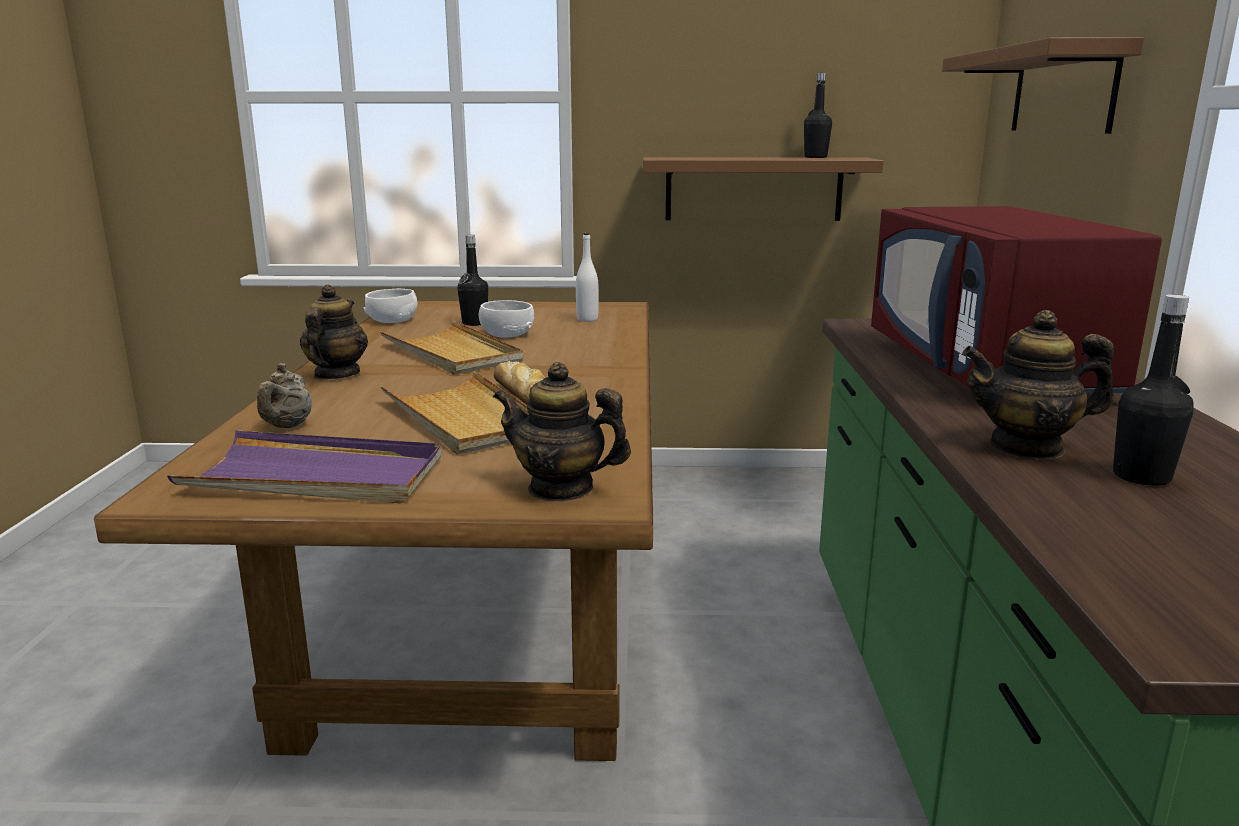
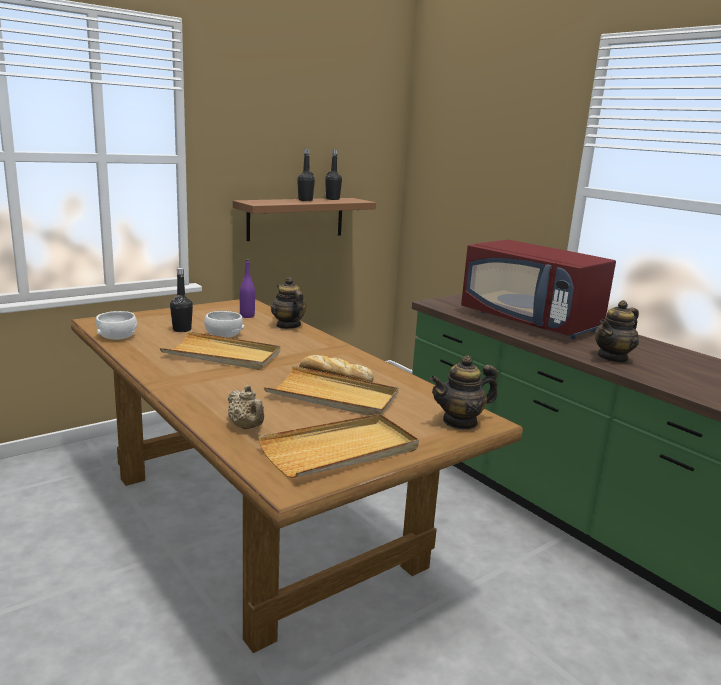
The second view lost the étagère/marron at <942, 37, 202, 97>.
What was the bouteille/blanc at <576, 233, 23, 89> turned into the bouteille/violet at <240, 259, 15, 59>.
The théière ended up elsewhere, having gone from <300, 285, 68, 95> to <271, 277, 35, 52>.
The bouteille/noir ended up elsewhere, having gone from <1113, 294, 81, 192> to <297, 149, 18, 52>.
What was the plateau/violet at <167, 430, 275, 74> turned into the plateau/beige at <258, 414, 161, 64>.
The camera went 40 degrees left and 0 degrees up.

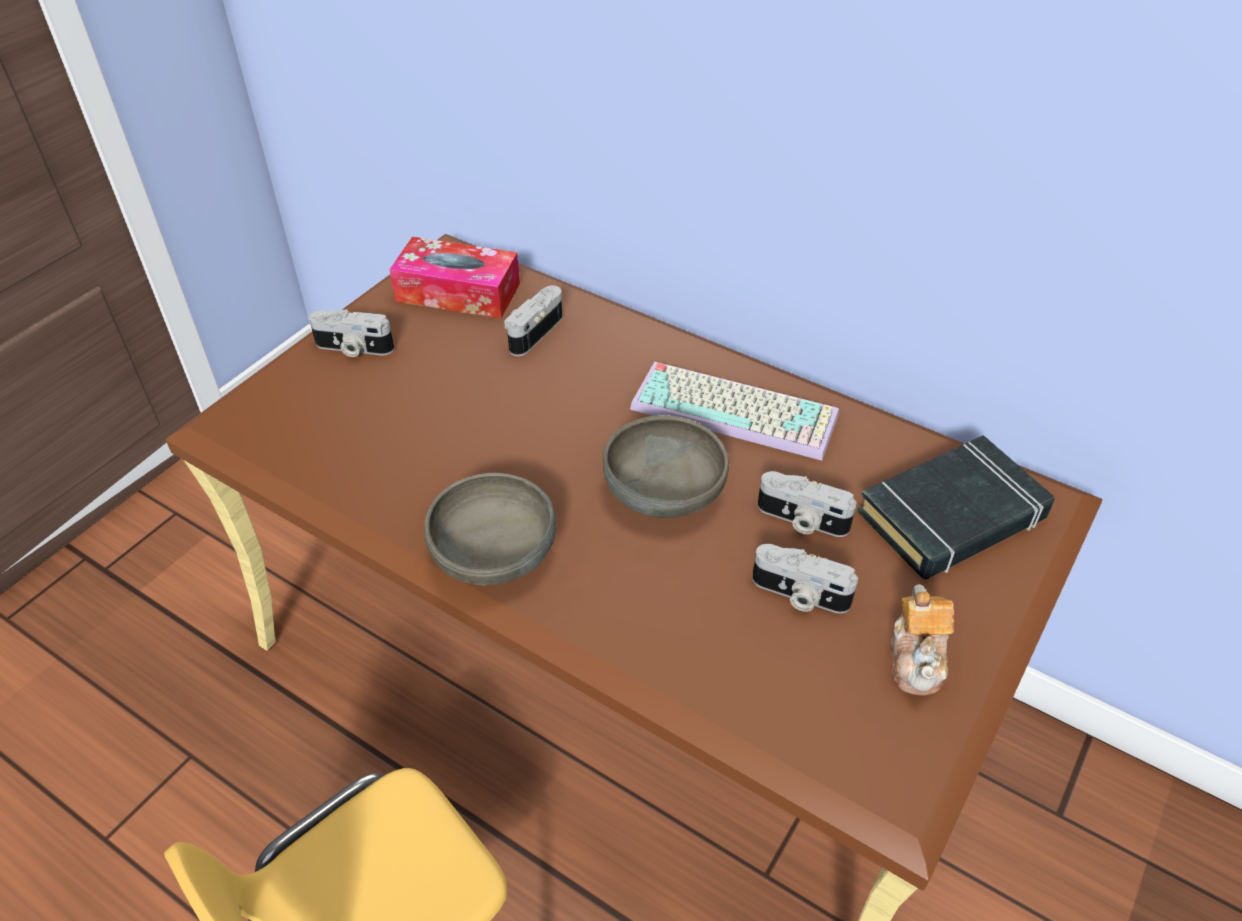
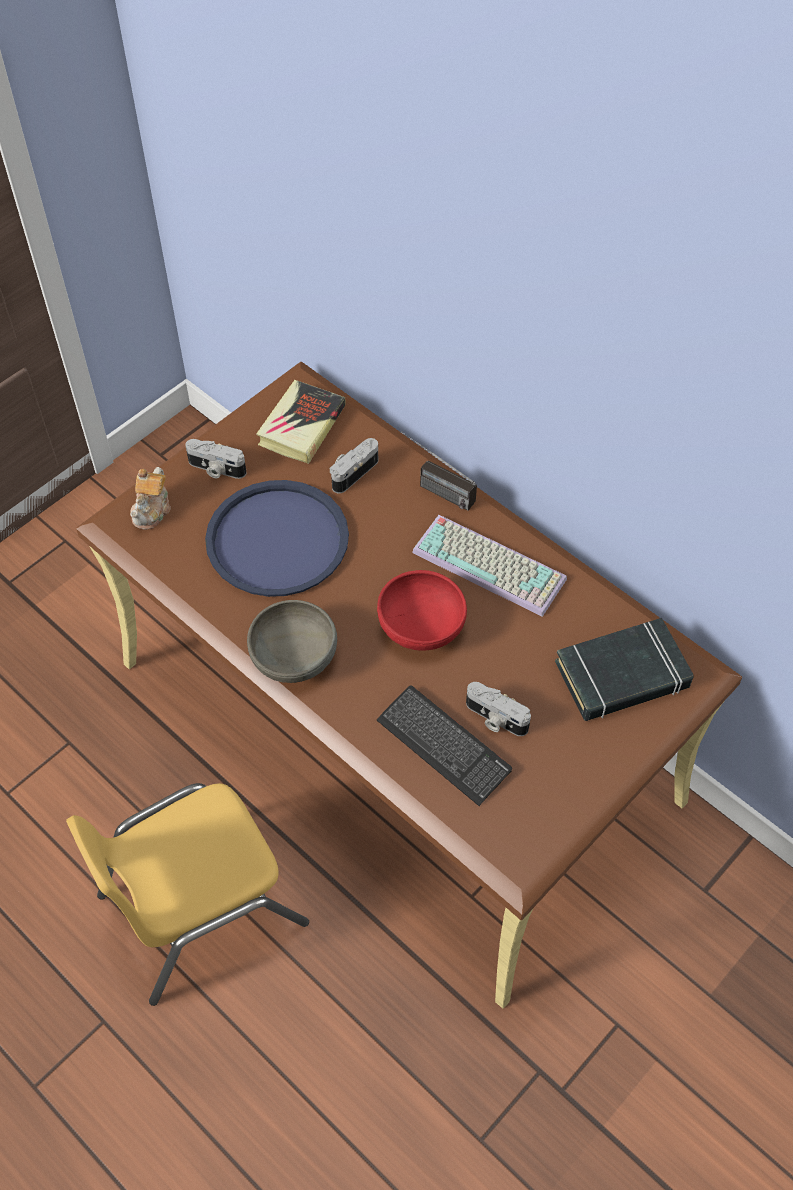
Where the boîte à mouchoirs stood at <389, 237, 131, 82>, the livre came to stand at <256, 380, 89, 84>.
What was the bol/gris at <603, 415, 126, 103> turned into the bol/rouge at <377, 570, 90, 81>.
The second view lost the appareil photo at <758, 471, 99, 66>.
The théière ended up elsewhere, having gone from <891, 584, 63, 112> to <130, 467, 41, 63>.
The second view gained the radio at <401, 431, 76, 80>.
The second view gained the plateau/bleu at <205, 480, 144, 117>.
The second view gained the clavier at <377, 685, 135, 121>.
The camera went 10 degrees right and 10 degrees up.

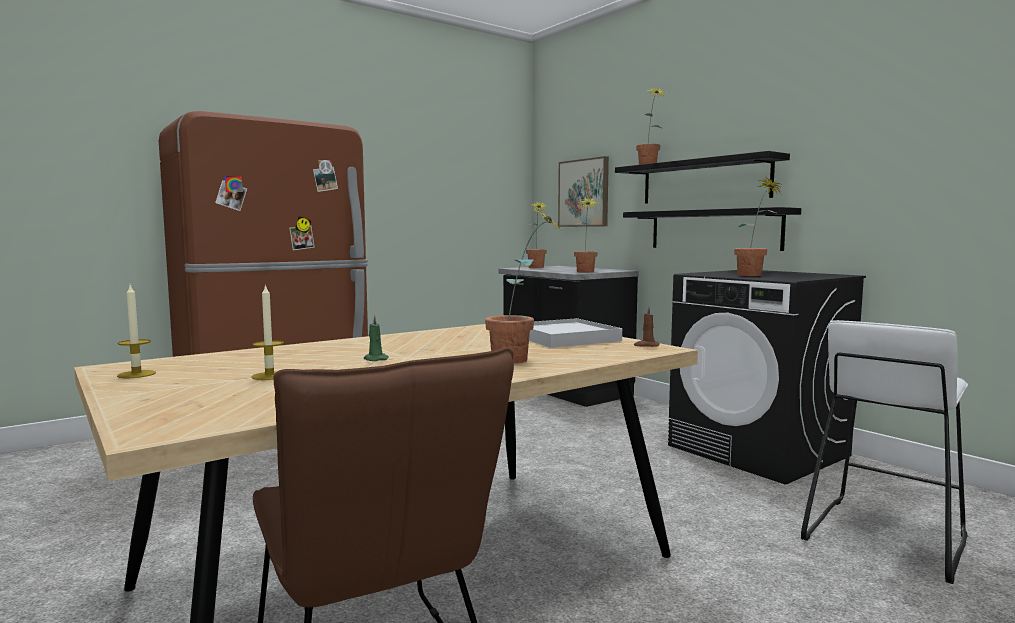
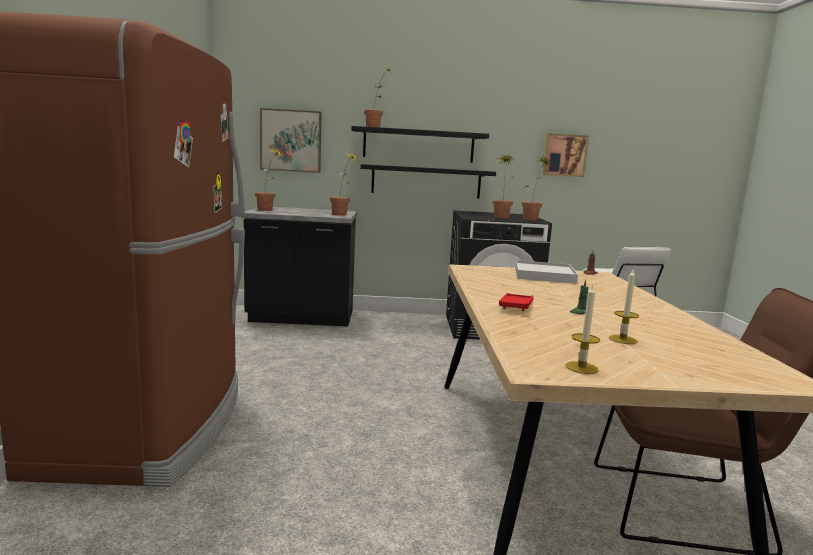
The plante en pot ended up elsewhere, having gone from <485, 205, 75, 159> to <522, 156, 29, 65>.
The second view gained the tableau at <543, 133, 46, 44>.
The second view gained the plateau/rouge at <499, 293, 34, 18>.
The camera went 55 degrees left and 5 degrees up.

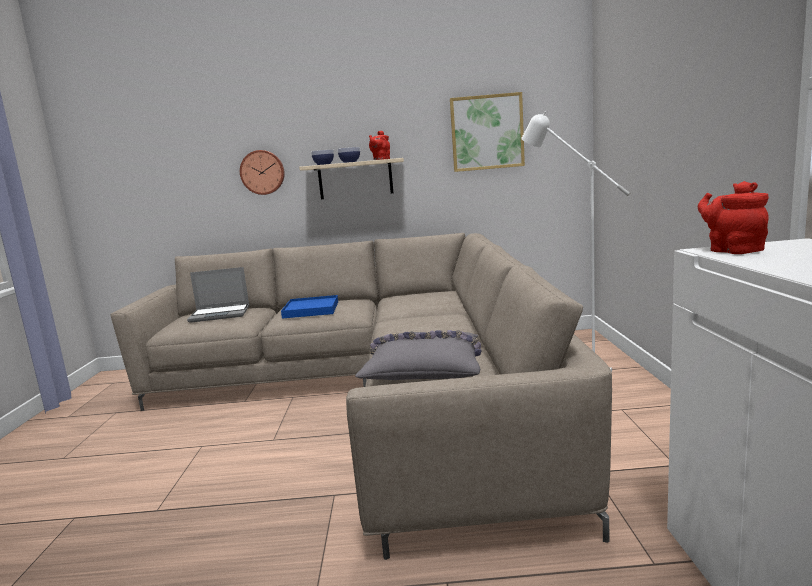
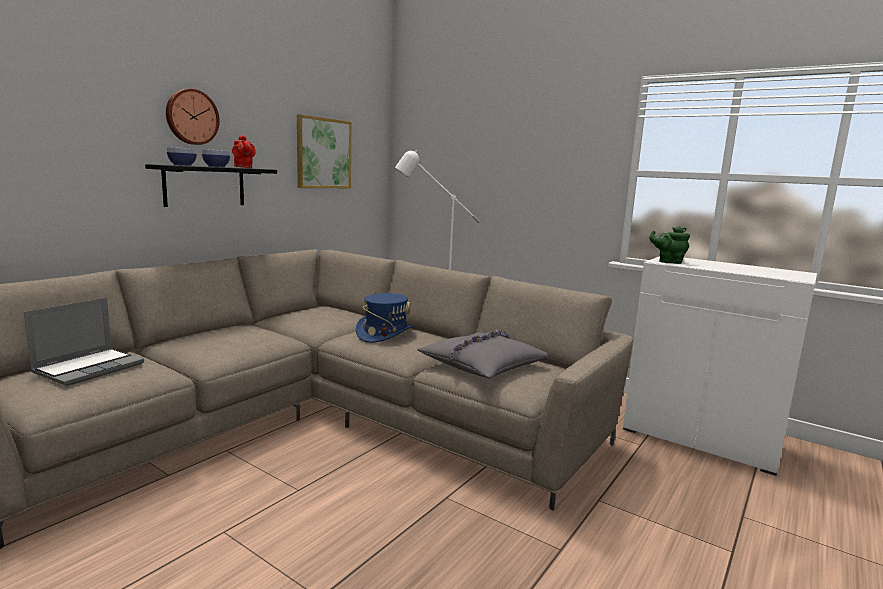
The horloge murale ended up elsewhere, having gone from <240, 150, 45, 45> to <166, 89, 54, 56>.
What was the étagère/beige at <299, 158, 105, 41> turned into the étagère/noir at <145, 164, 132, 43>.
What was the théière/rouge at <698, 181, 71, 73> turned into the théière/vert at <649, 227, 41, 37>.
The second view lost the plateau/bleu at <281, 295, 57, 24>.
The second view gained the chapeau/bleu at <356, 293, 59, 50>.
The camera went 55 degrees left and 0 degrees up.

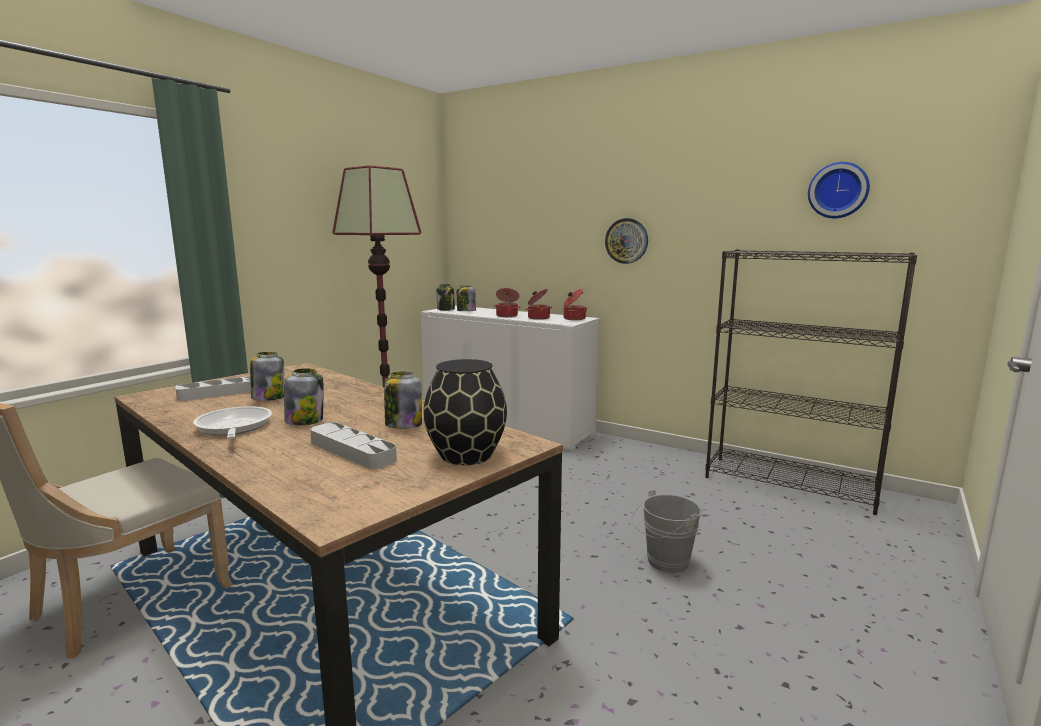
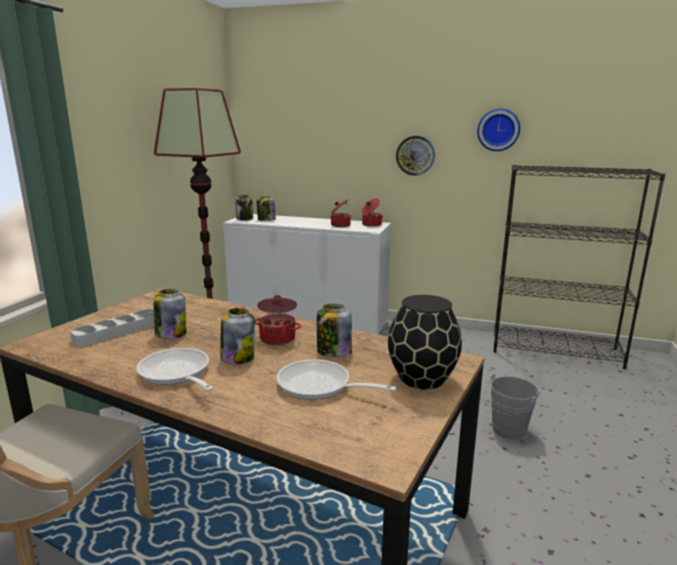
The horloge murale ended up elsewhere, having gone from <808, 162, 62, 56> to <477, 108, 43, 43>.
The marmite ended up elsewhere, having gone from <494, 288, 27, 29> to <255, 295, 46, 50>.
Where the plateau/gris stood at <310, 422, 87, 47>, the poêle came to stand at <276, 359, 121, 41>.
The camera went 15 degrees left and 5 degrees up.

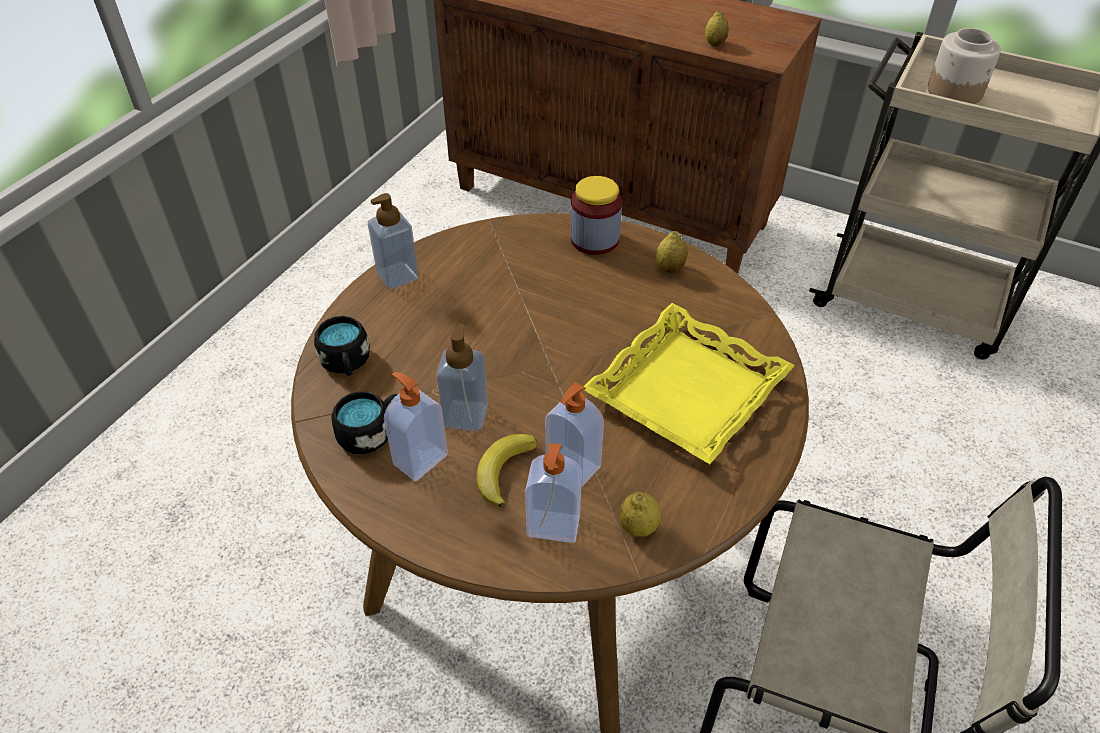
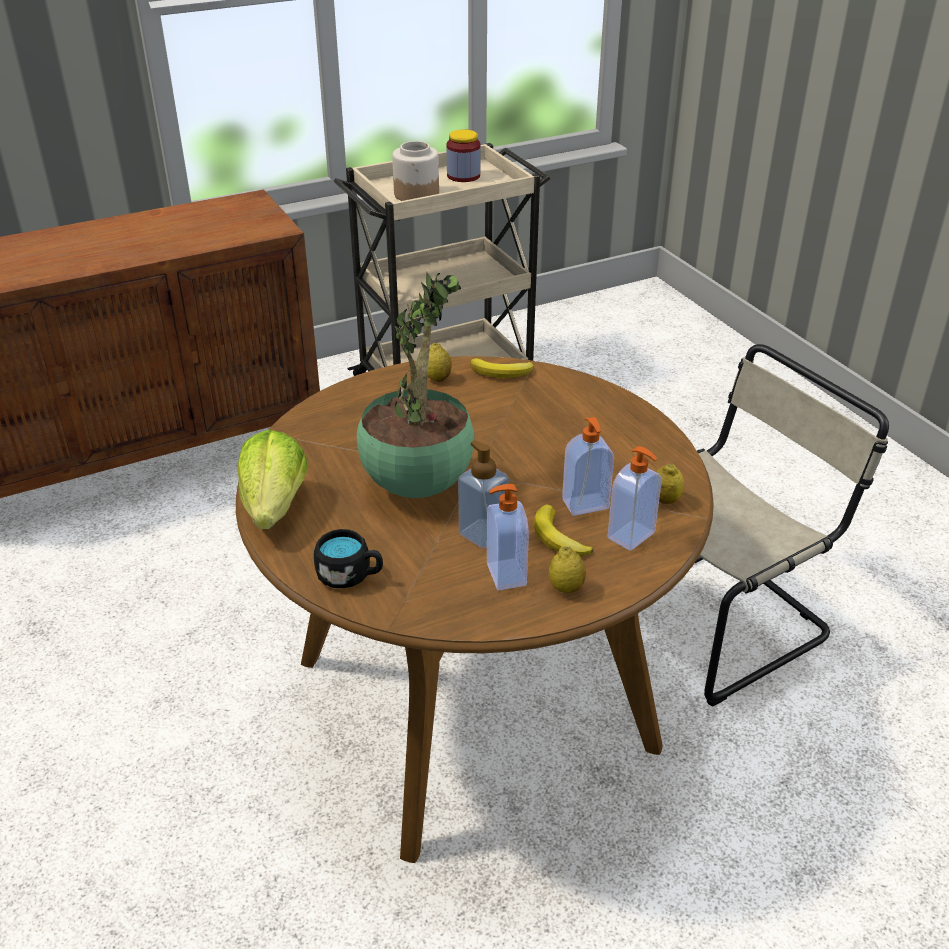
The citron ended up elsewhere, having gone from <705, 11, 24, 36> to <549, 546, 37, 47>.
The bocal ended up elsewhere, having gone from <570, 176, 52, 79> to <446, 130, 35, 52>.
Where the distributeur de savon stood at <368, 193, 51, 96>, the laitue came to stand at <238, 430, 69, 99>.
The second view lost the plateau/jaune at <584, 303, 211, 161>.
The second view lost the mug/noir at <331, 391, 67, 63>.
The second view gained the plante en pot at <357, 273, 118, 225>.
The second view gained the banane at <470, 358, 63, 20>.
The camera went 55 degrees left and 10 degrees down.

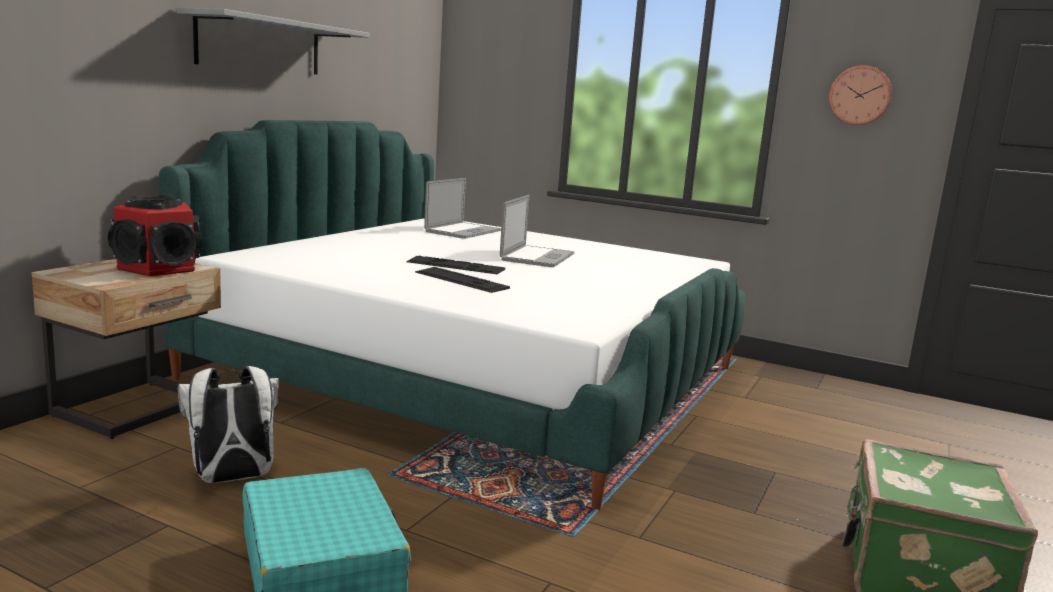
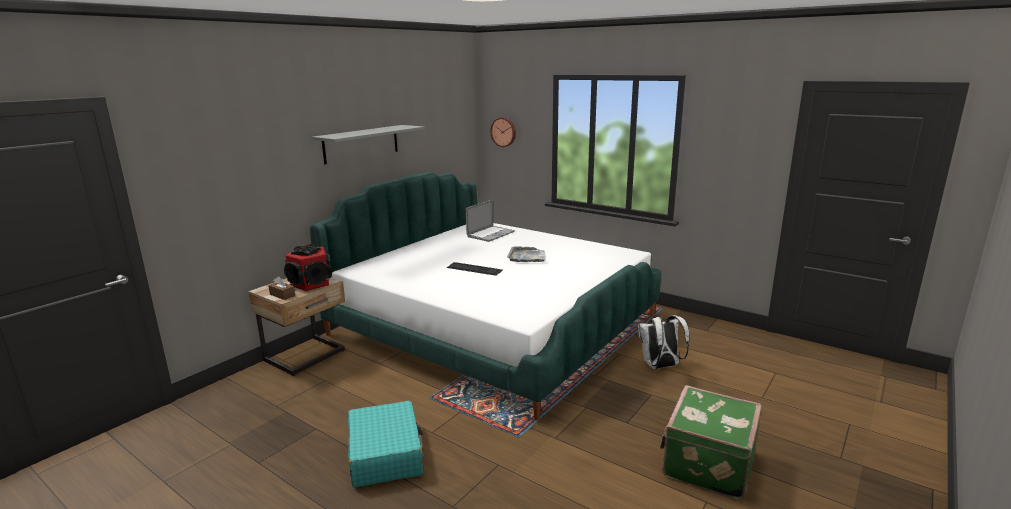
The horloge murale ended up elsewhere, having gone from <829, 65, 63, 60> to <490, 117, 26, 30>.
Where the ordinateur portable stood at <500, 195, 74, 72>, the plateau/gris came to stand at <507, 246, 39, 16>.
The second view lost the clavier at <415, 267, 95, 26>.
The sac à dos/blanc ended up elsewhere, having gone from <178, 366, 101, 117> to <638, 315, 51, 54>.
The second view gained the boîte à mouchoirs/marron at <268, 276, 27, 24>.
The camera went 10 degrees right and 5 degrees up.

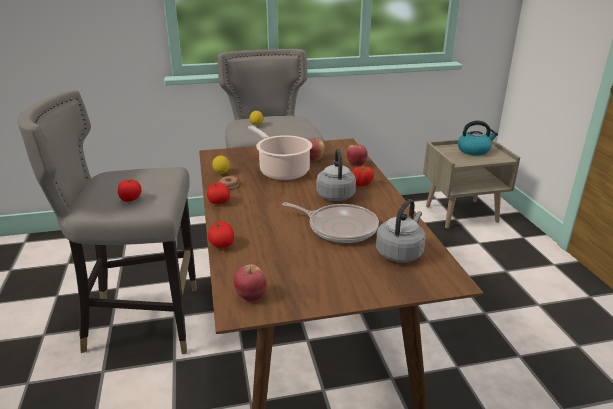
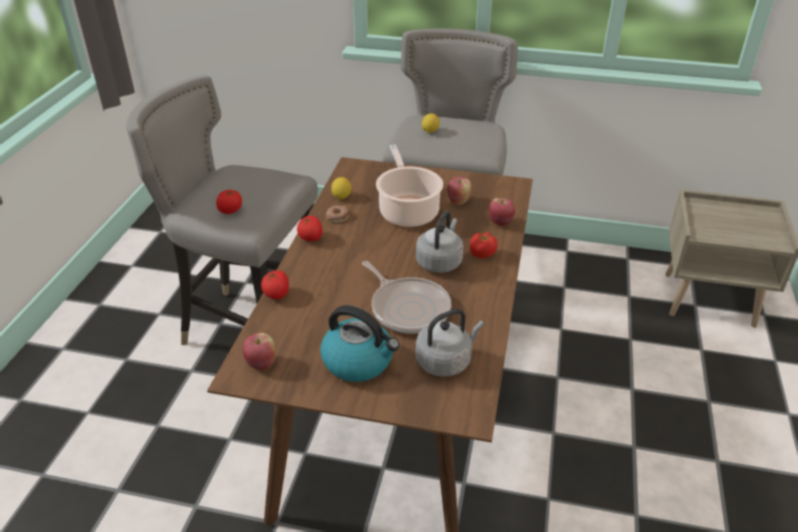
The bouilloire ended up elsewhere, having gone from <458, 120, 40, 36> to <320, 305, 80, 77>.
The camera went 25 degrees right and 10 degrees up.

